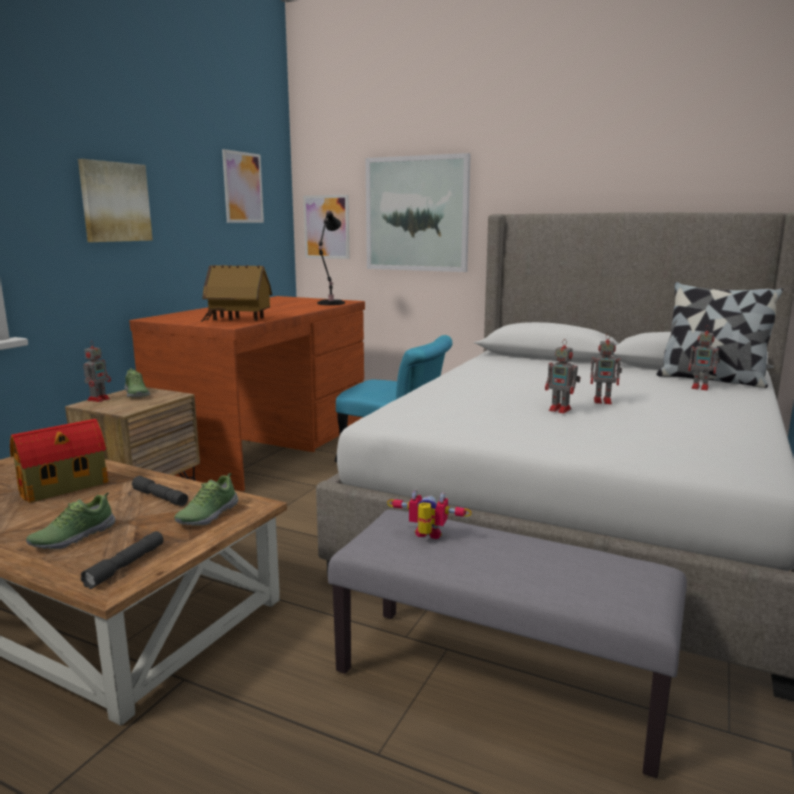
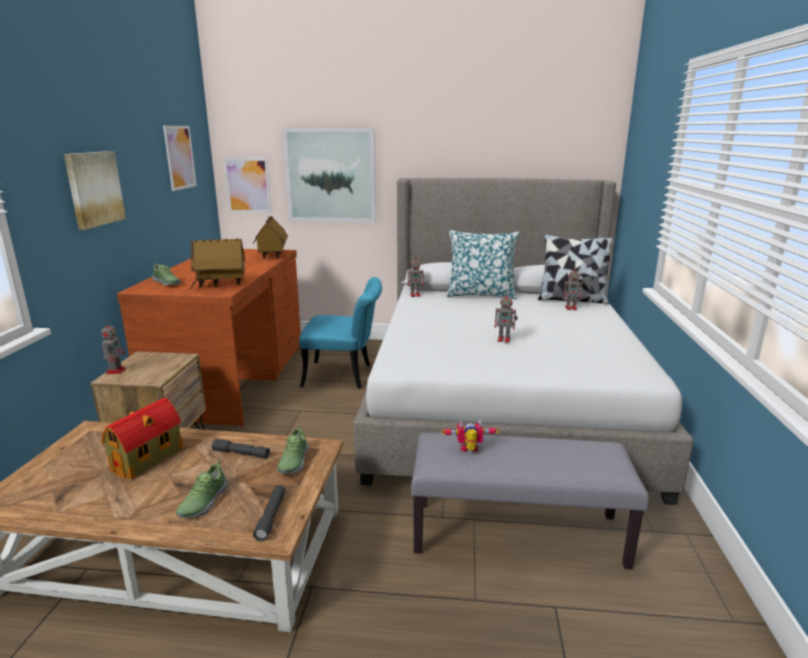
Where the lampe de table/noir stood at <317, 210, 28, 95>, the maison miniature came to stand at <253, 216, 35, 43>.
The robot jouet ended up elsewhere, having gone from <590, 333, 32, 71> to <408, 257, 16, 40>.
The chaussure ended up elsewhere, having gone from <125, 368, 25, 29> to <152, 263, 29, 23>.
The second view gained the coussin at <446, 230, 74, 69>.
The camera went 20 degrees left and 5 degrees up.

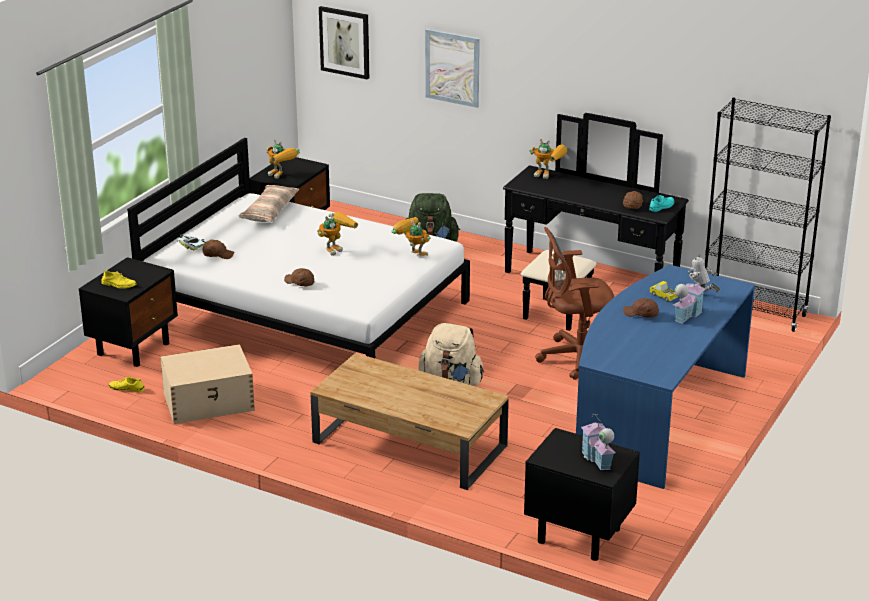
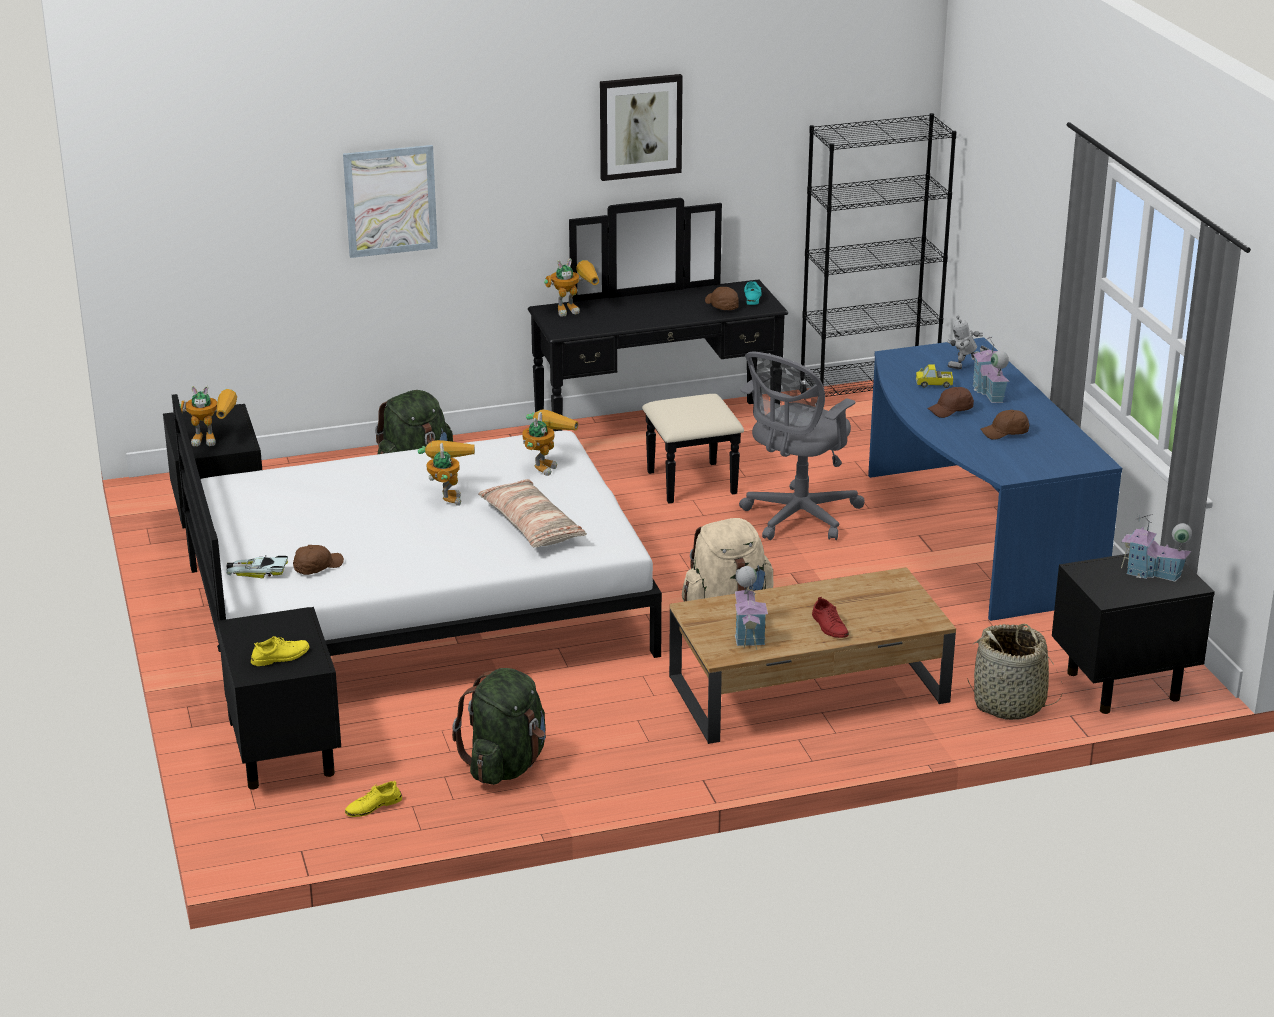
The tableau ended up elsewhere, having gone from <319, 6, 50, 73> to <600, 74, 83, 107>.
The coussin ended up elsewhere, having gone from <239, 185, 60, 37> to <478, 479, 109, 69>.
The robot jouet at <391, 217, 40, 39> ended up facing another way, 120 degrees clockwise from before.
What was the chaise de bureau/marron at <535, 227, 79, 153> turned into the chaise de bureau/gris at <739, 352, 126, 188>.
The casquette/marron ended up elsewhere, having gone from <284, 268, 31, 18> to <980, 410, 49, 30>.
Where the boîte de rangement/beige stood at <160, 344, 95, 80>, the sac à dos/vert came to stand at <452, 668, 94, 117>.
The second view gained the maison miniature at <735, 566, 33, 84>.
The second view gained the chaussure/rouge at <812, 597, 37, 41>.
The second view gained the panier at <967, 624, 95, 96>.
The camera went 45 degrees left and 0 degrees up.

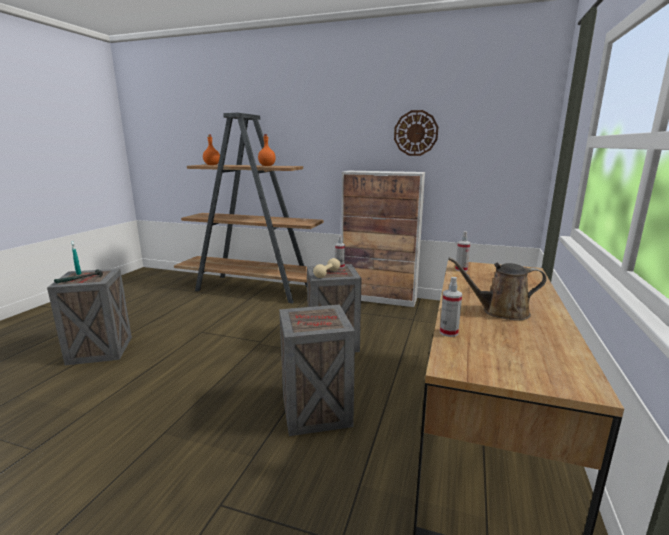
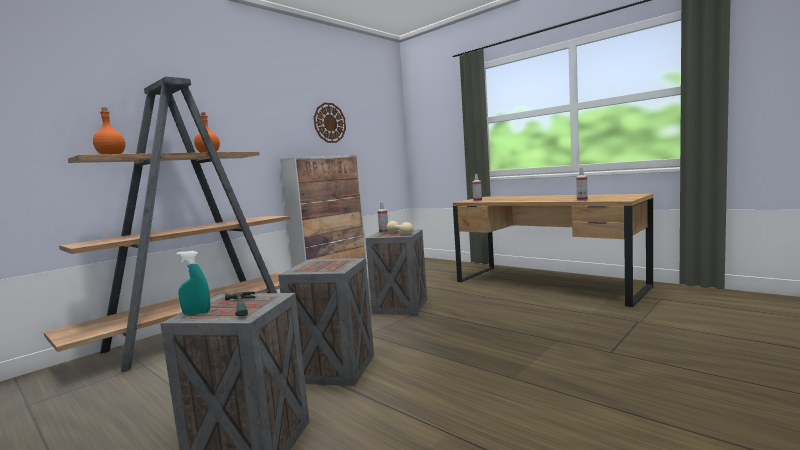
The second view lost the arrosoir/marron at <448, 257, 99, 64>.
The caisse ended up elsewhere, having gone from <279, 304, 76, 132> to <278, 258, 96, 128>.
The camera went 65 degrees left and 10 degrees down.

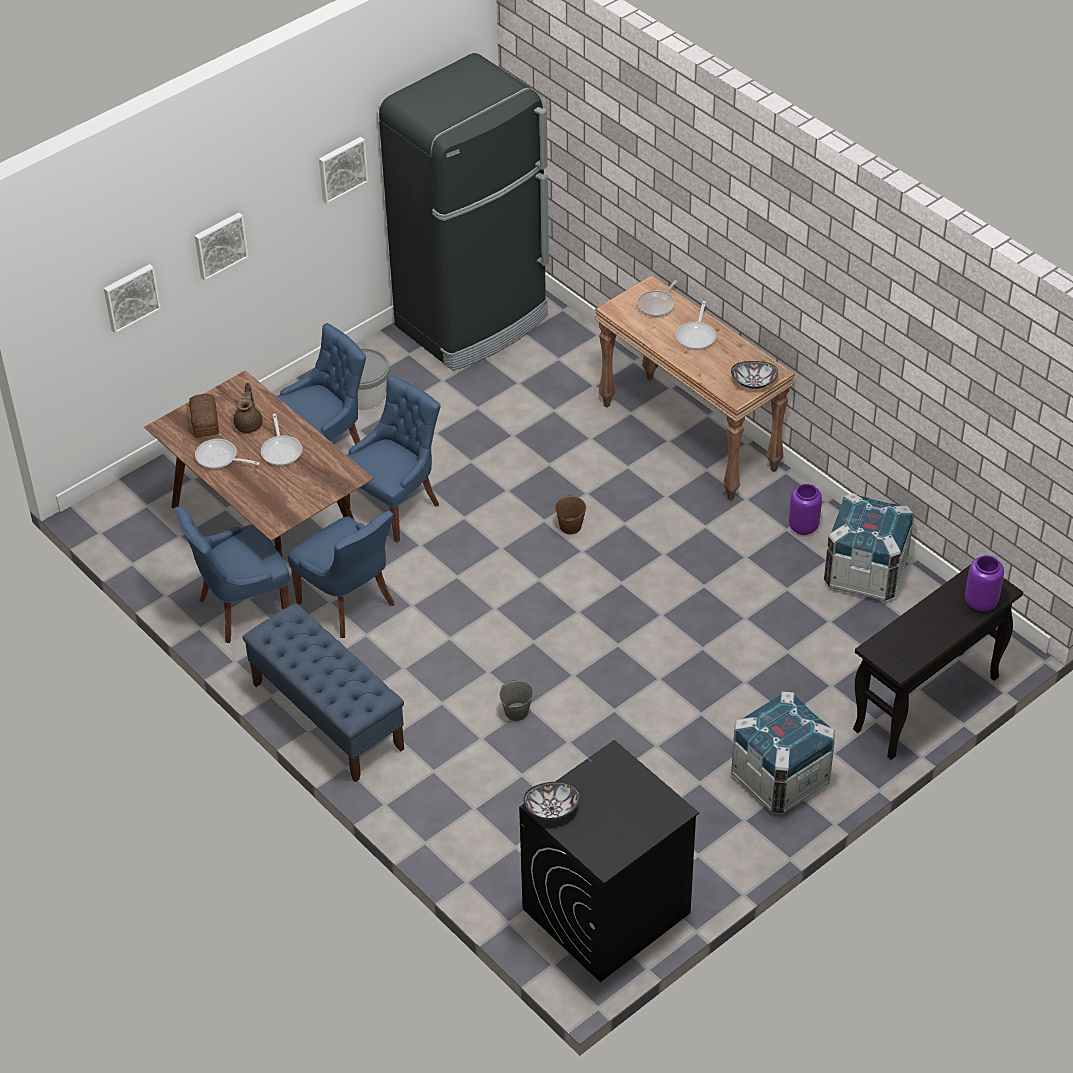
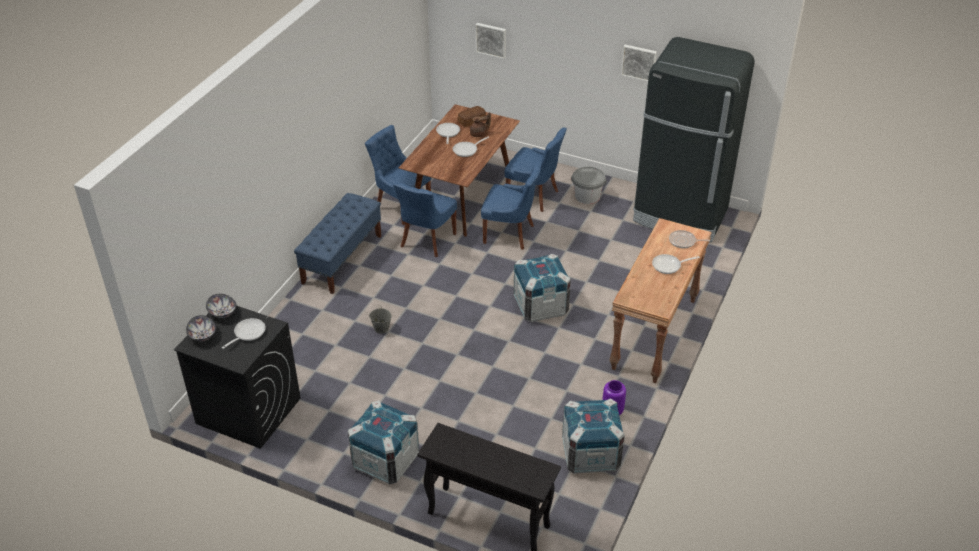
The second view lost the tableau at <195, 213, 53, 68>.
The bol ended up elsewhere, having gone from <731, 361, 47, 28> to <186, 315, 30, 26>.
Where the seau/marron stood at <555, 495, 31, 39>, the caisse came to stand at <514, 254, 57, 68>.
The second view lost the vase/violet at <965, 555, 39, 56>.
The second view gained the poêle at <222, 318, 44, 31>.
The camera went 65 degrees right and 5 degrees down.

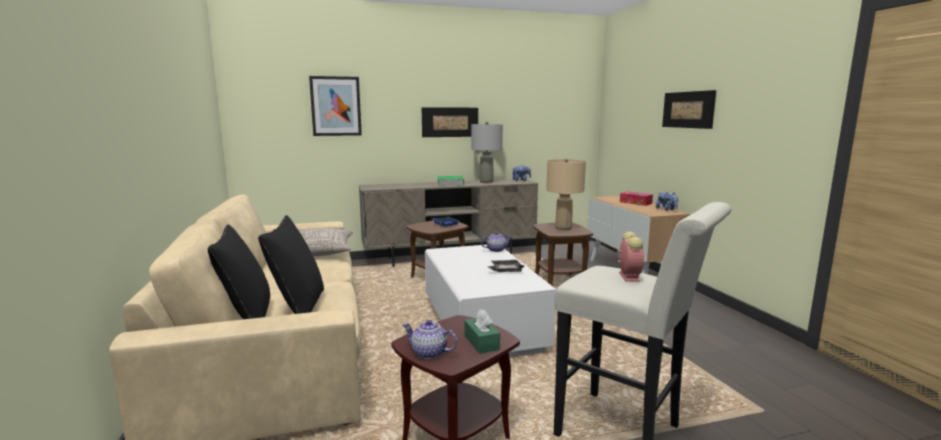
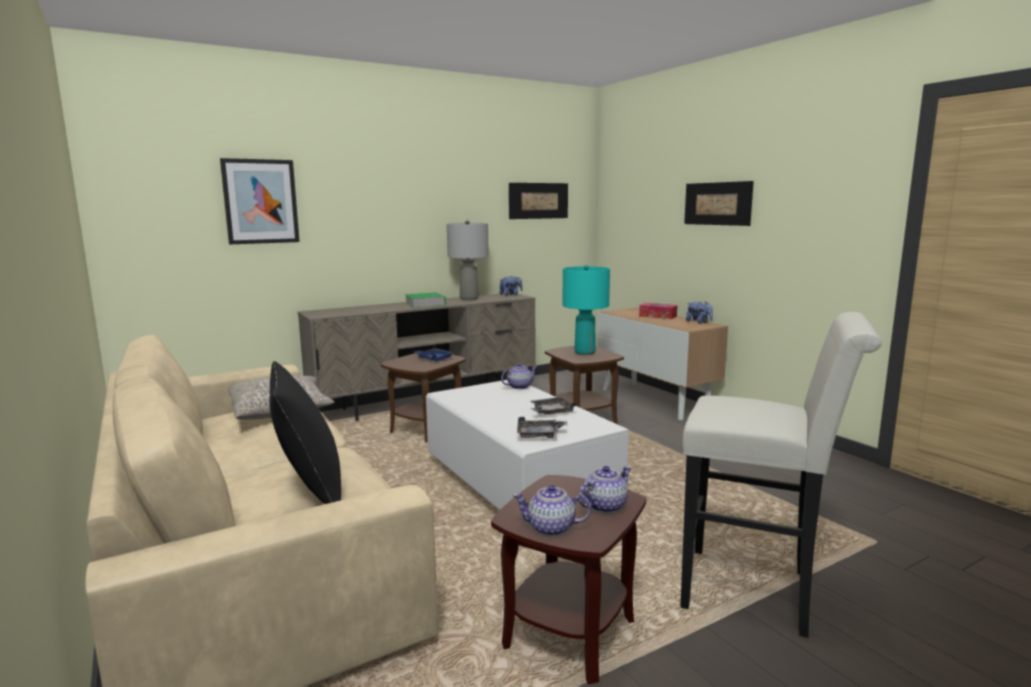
The tableau ended up elsewhere, having gone from <421, 107, 57, 30> to <509, 183, 59, 36>.
What was the lampe de table/beige at <546, 158, 40, 72> turned into the lampe de table/turquoise at <562, 265, 48, 90>.
The second view lost the coussin/noir at <208, 224, 62, 95>.
The second view lost the réveil at <618, 232, 26, 50>.
Where the boîte à mouchoirs/vert stood at <464, 309, 36, 45>, the théière came to stand at <579, 466, 52, 47>.
The second view gained the plateau/gris at <517, 417, 50, 21>.
The camera went 15 degrees left and 0 degrees up.

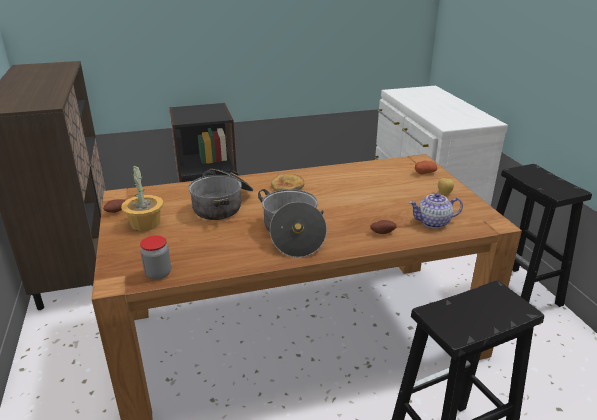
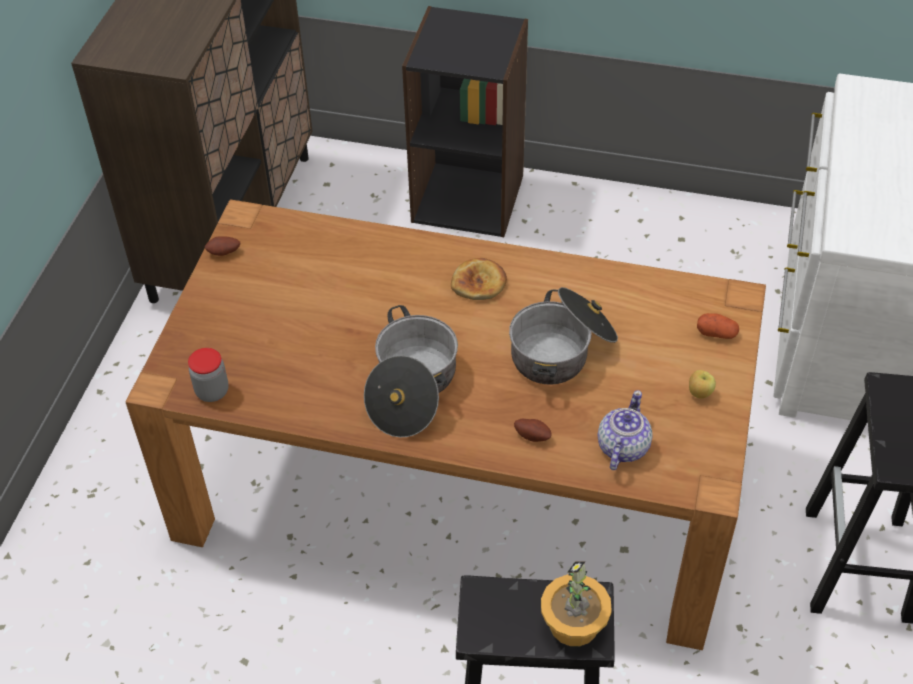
The plante en pot ended up elsewhere, having gone from <121, 162, 43, 69> to <541, 561, 71, 85>.
The marmite ended up elsewhere, having gone from <188, 169, 65, 51> to <509, 287, 109, 98>.
The théière at <409, 193, 54, 35> ended up facing another way, 90 degrees clockwise from before.
The camera went 30 degrees right and 20 degrees up.

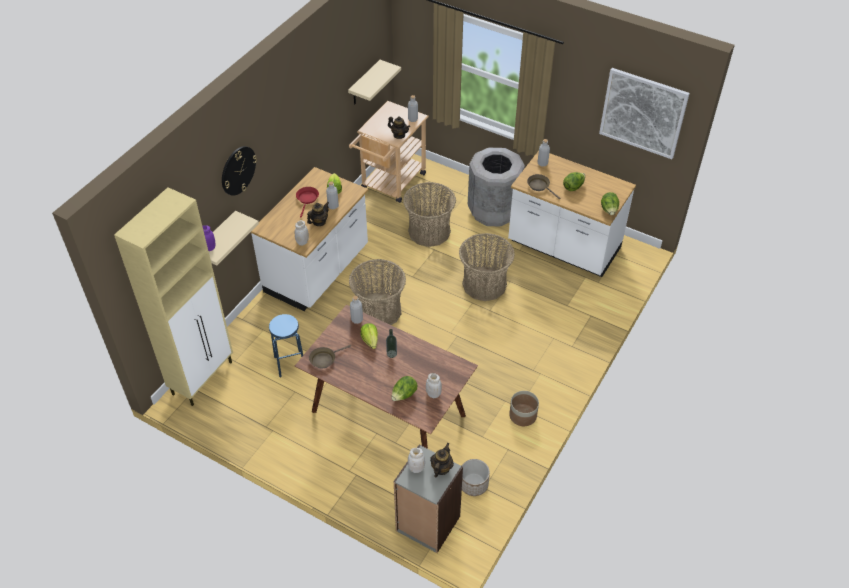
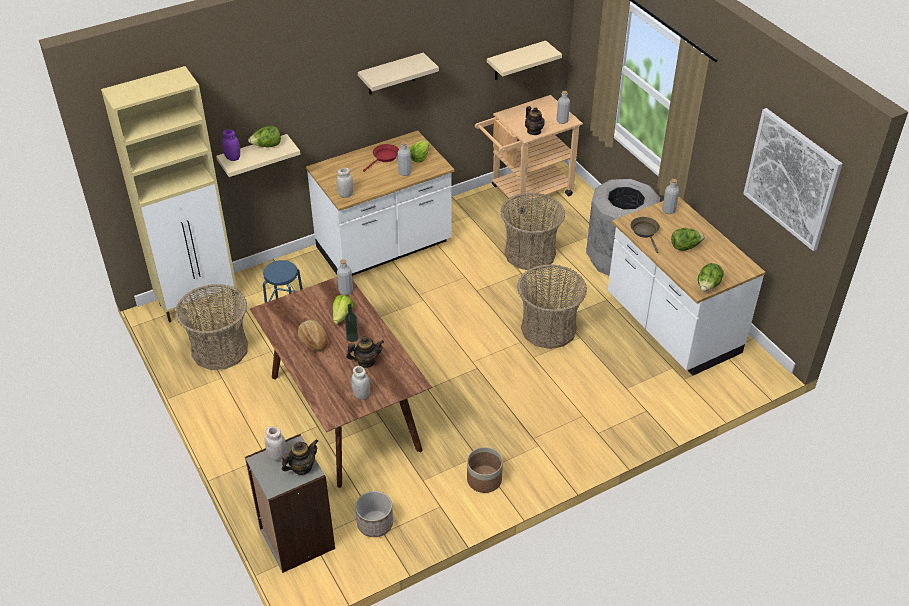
The second view lost the horloge murale at <222, 146, 35, 50>.
The théière ended up elsewhere, having gone from <307, 202, 22, 24> to <346, 336, 38, 32>.
The panier ended up elsewhere, having gone from <349, 259, 57, 66> to <175, 284, 73, 86>.
The second view lost the poêle/marron at <309, 345, 42, 23>.
The laitue ended up elsewhere, having gone from <391, 376, 27, 25> to <248, 126, 33, 22>.
The second view gained the étagère/beige at <358, 52, 81, 43>.
The second view gained the pain at <298, 320, 30, 31>.
The camera went 30 degrees right and 5 degrees down.

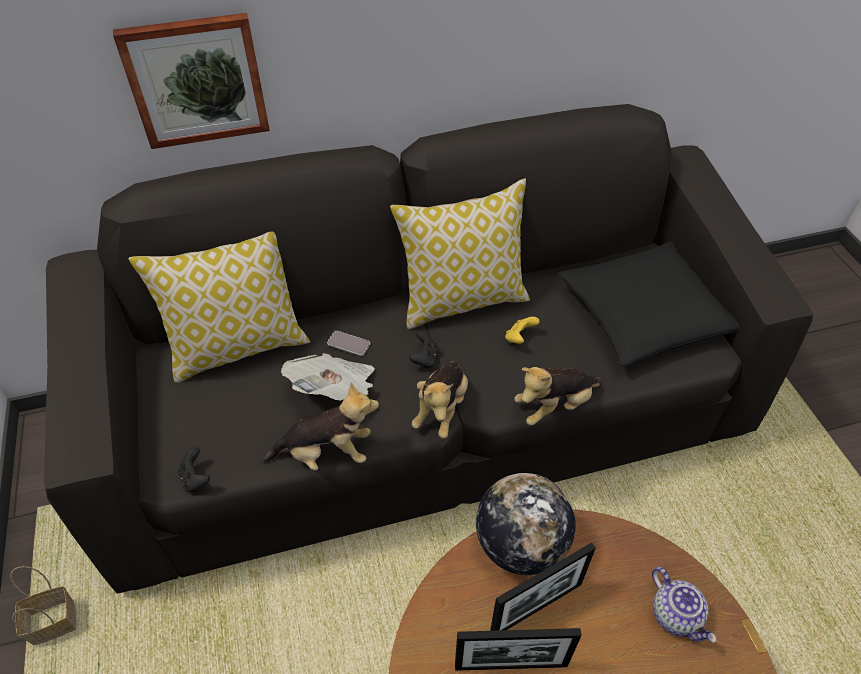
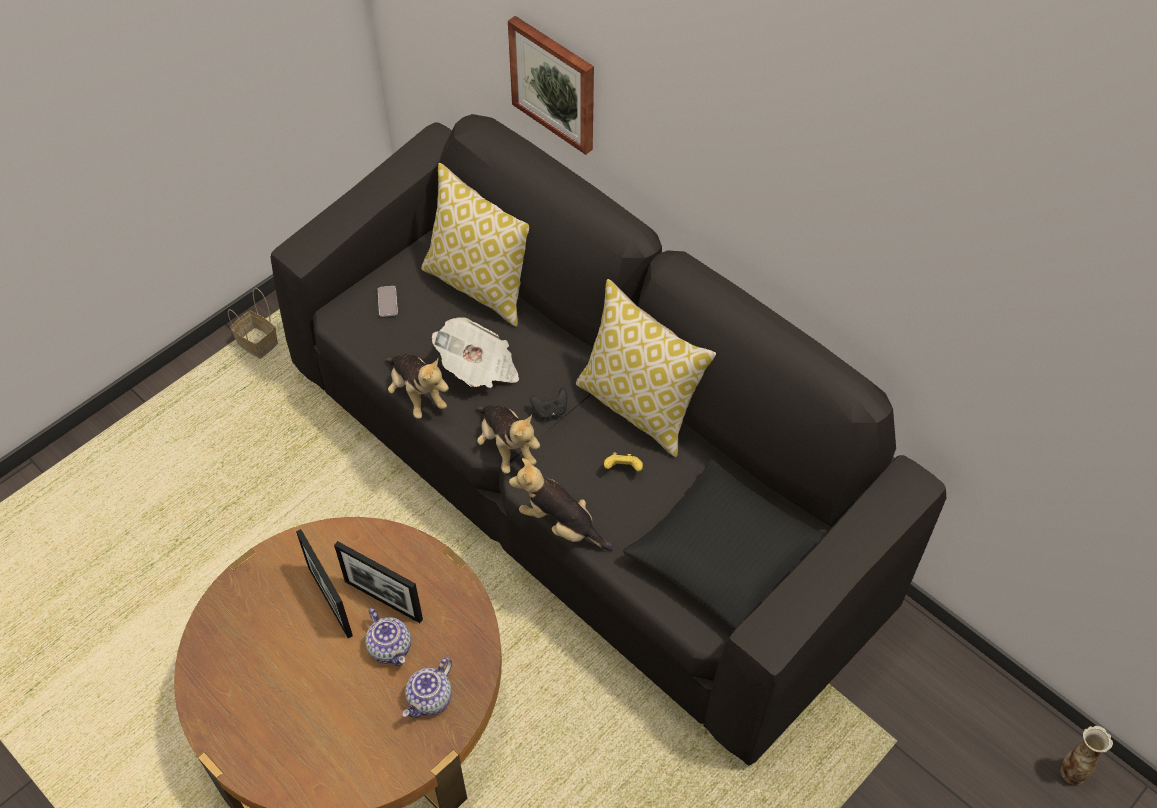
The téléphone ended up elsewhere, having gone from <327, 331, 43, 25> to <378, 286, 20, 31>.
The peluche at <412, 361, 56, 78> ended up facing another way, 105 degrees counterclockwise from before.
The second view lost the manette/noir at <178, 447, 32, 45>.
The second view lost the globe at <476, 473, 100, 102>.
The second view gained the théière at <365, 608, 46, 58>.
The second view gained the vase at <1061, 726, 52, 59>.
The camera went 60 degrees right and 5 degrees up.

